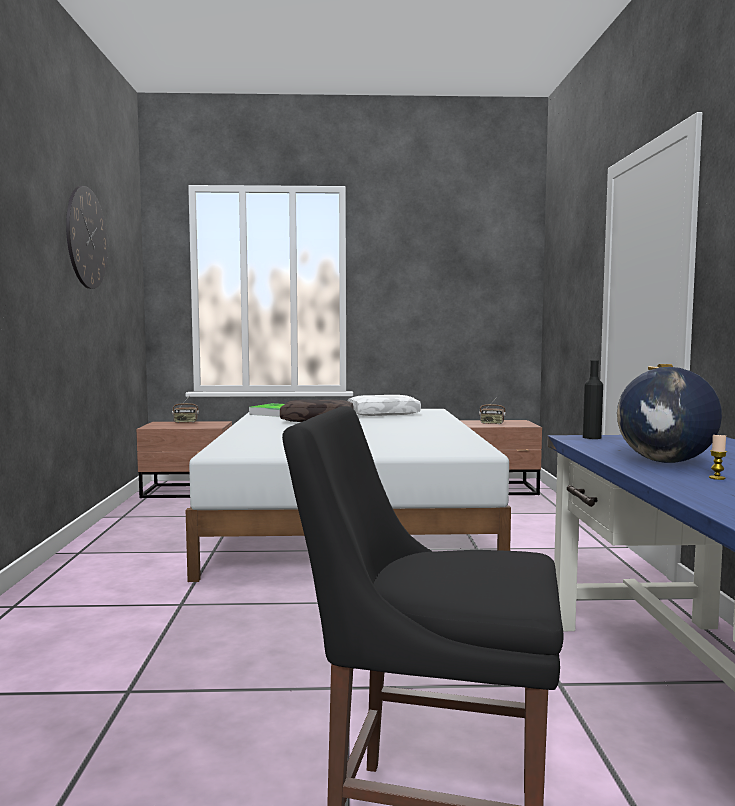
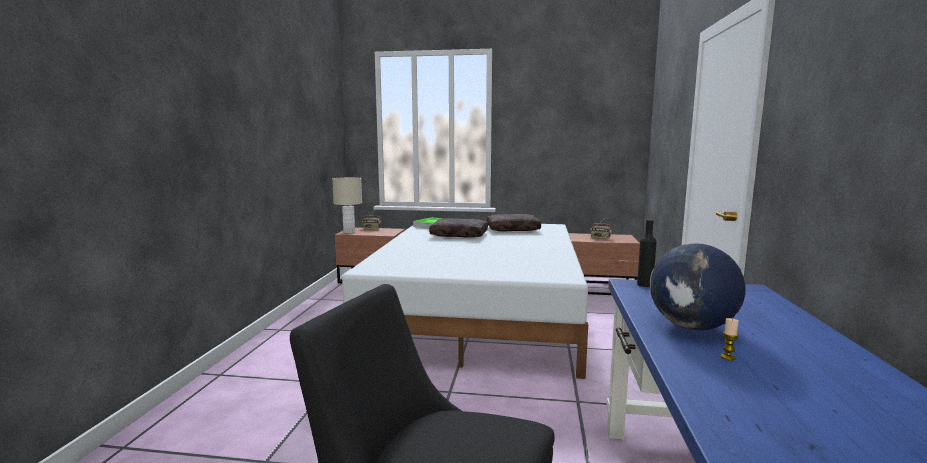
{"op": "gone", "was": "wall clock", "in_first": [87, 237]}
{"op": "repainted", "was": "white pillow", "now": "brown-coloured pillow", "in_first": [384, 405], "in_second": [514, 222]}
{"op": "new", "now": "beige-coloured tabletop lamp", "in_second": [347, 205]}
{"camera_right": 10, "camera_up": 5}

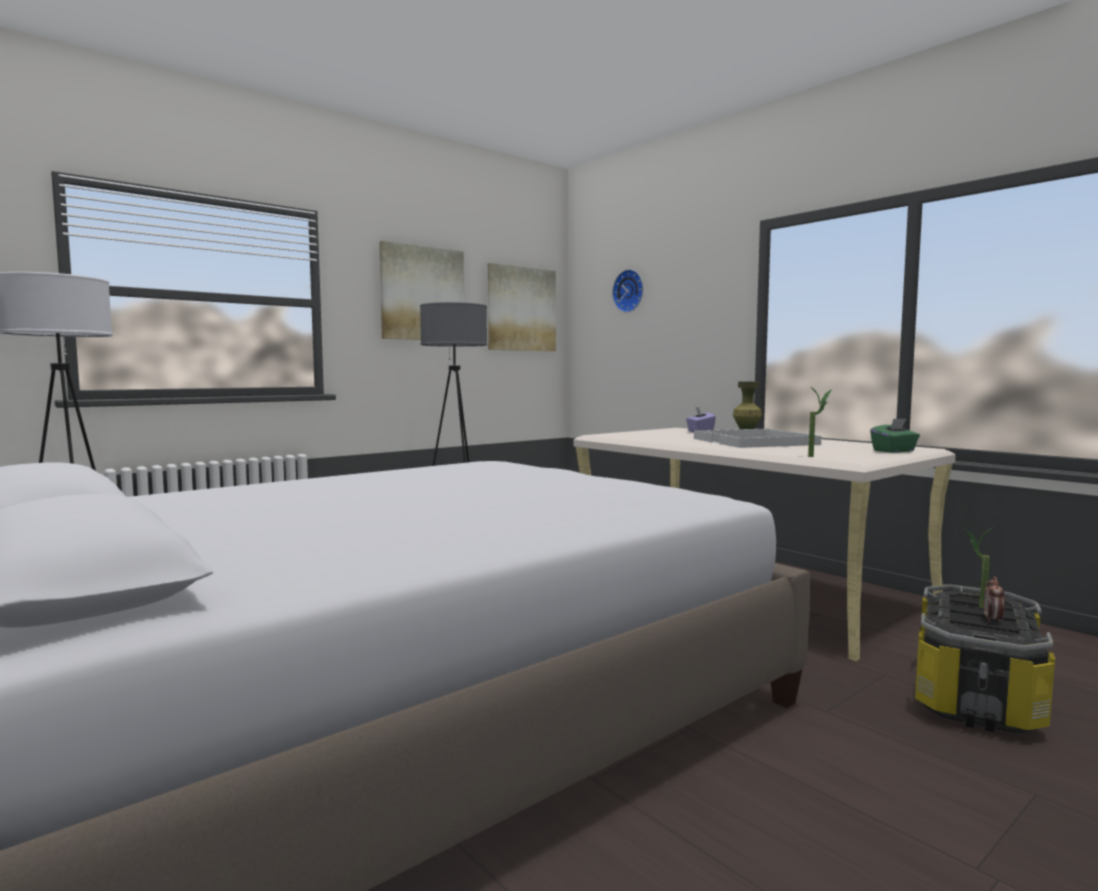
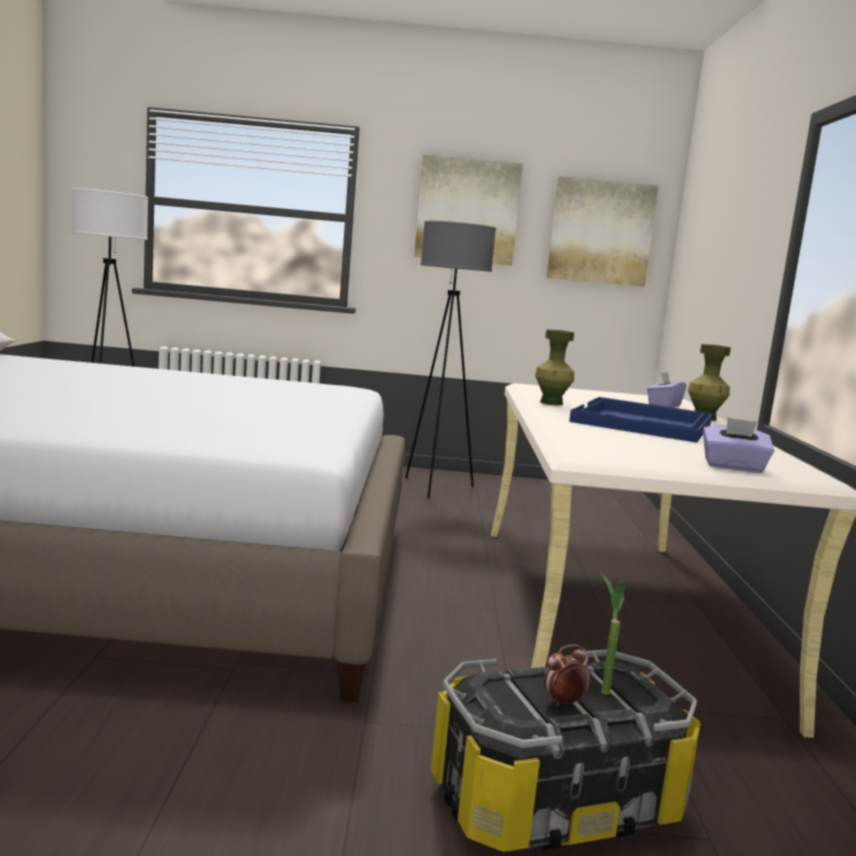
{"op": "gone", "was": "wall clock", "in_first": [627, 290]}
{"op": "gone", "was": "houseplant", "in_first": [820, 421]}
{"op": "repainted", "was": "green-coloured tissue holder", "now": "purplish tissue holder", "in_first": [895, 435], "in_second": [738, 445]}
{"op": "repainted", "was": "white serving tray", "now": "blue serving tray", "in_first": [757, 438], "in_second": [640, 420]}
{"op": "new", "now": "green-coloured vase", "in_second": [554, 367]}
{"camera_right": 40, "camera_up": 5}

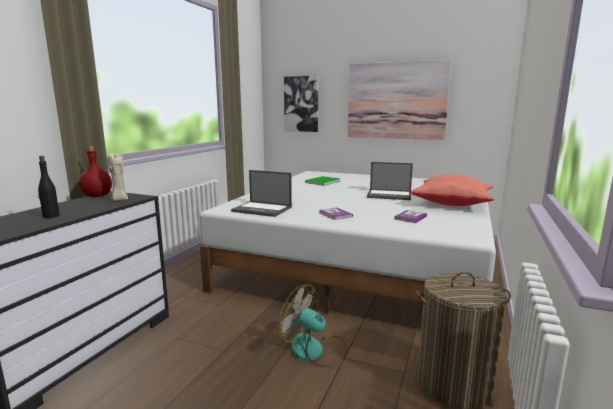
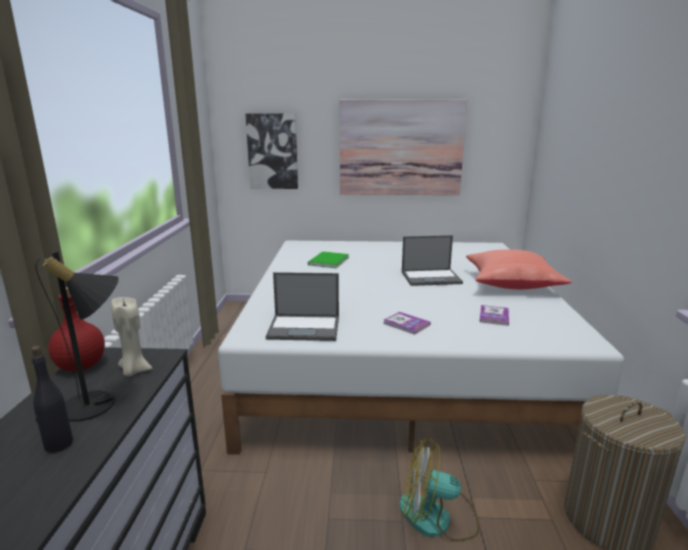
{"op": "new", "now": "black-coloured tabletop lamp", "in_second": [77, 336]}
{"camera_right": -20, "camera_up": 5}

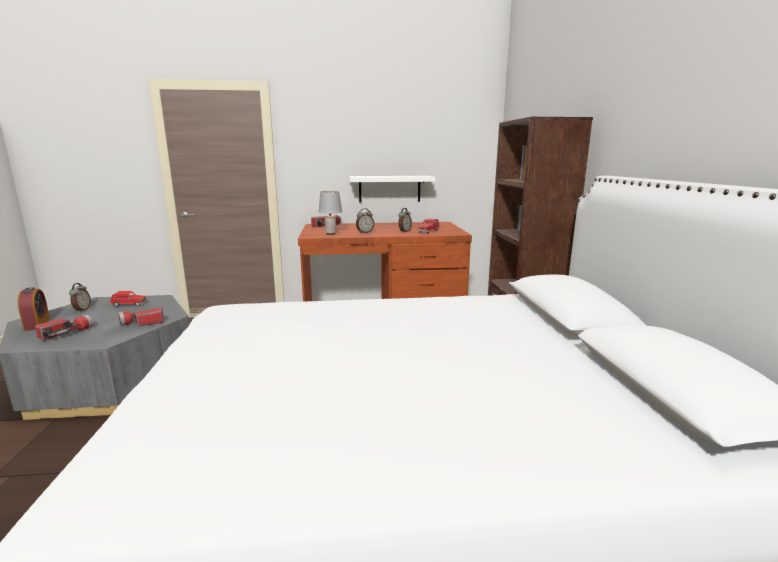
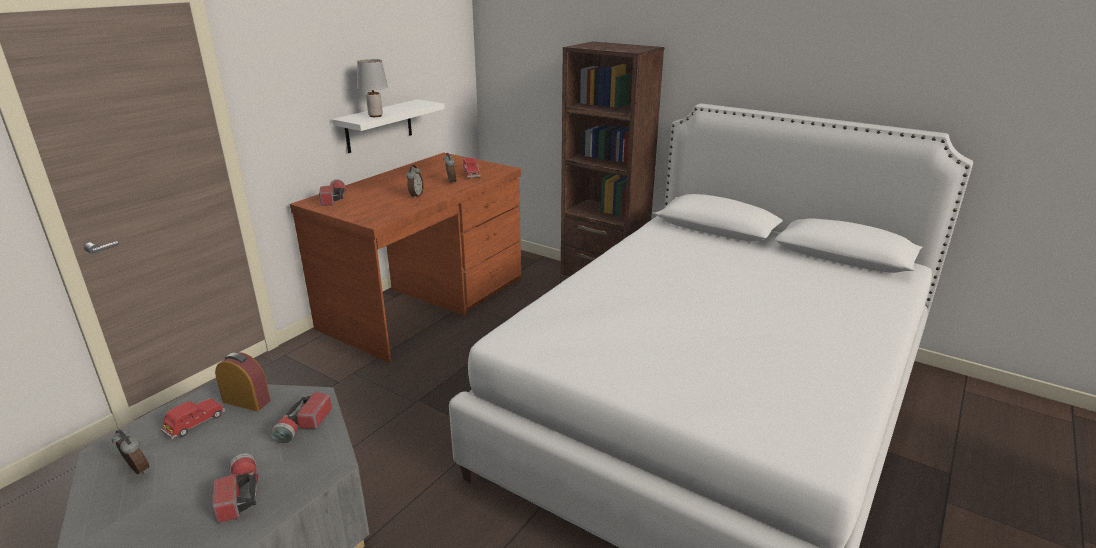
{"op": "shifted", "was": "greyish tabletop lamp", "in_first": [330, 213], "in_second": [372, 88]}
{"op": "shifted", "was": "bedside clock", "in_first": [34, 309], "in_second": [243, 381]}
{"camera_right": -50, "camera_up": 10}

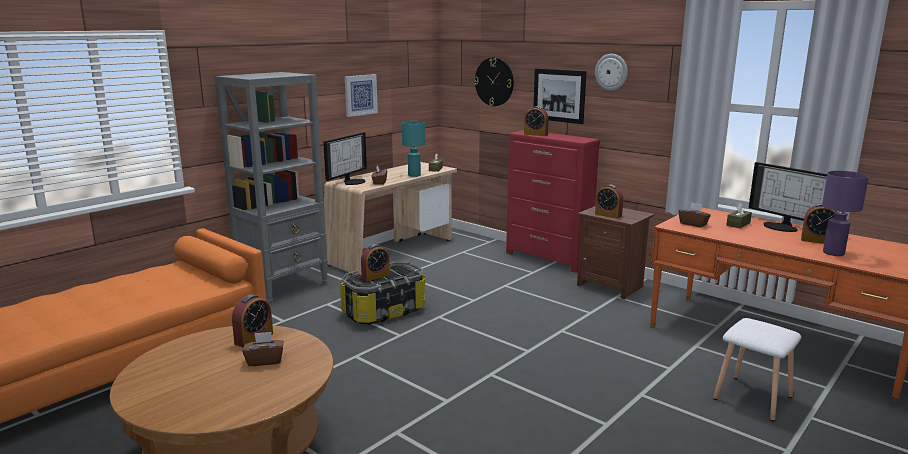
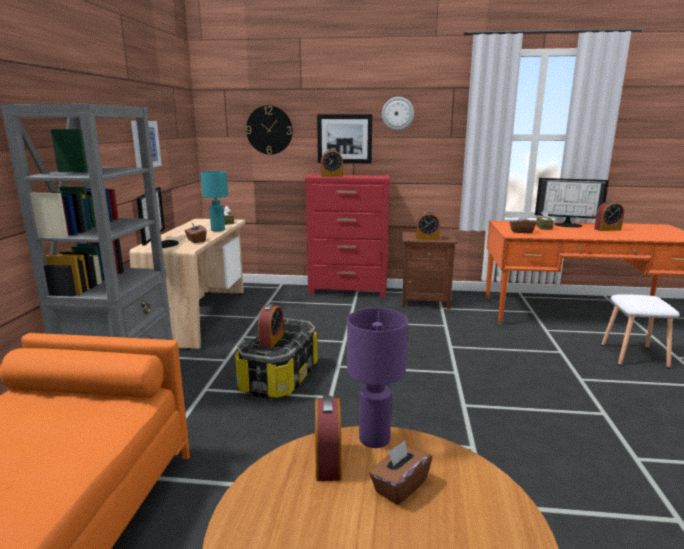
{"op": "shifted", "was": "purplish tabletop lamp", "in_first": [845, 213], "in_second": [377, 378]}
{"camera_right": -35, "camera_up": 0}

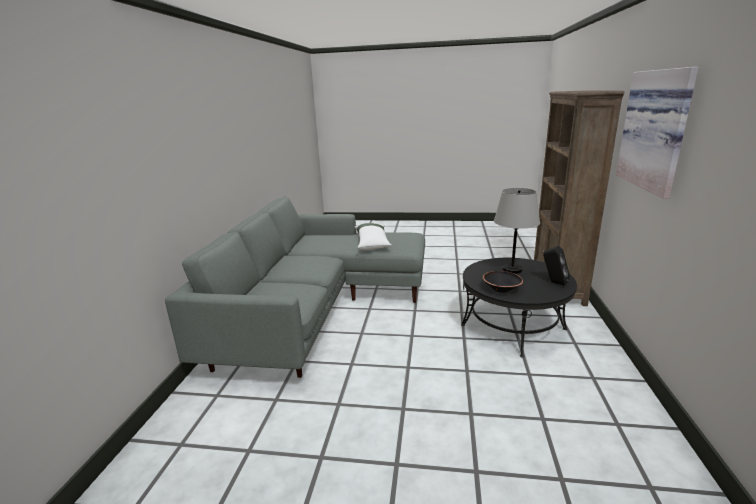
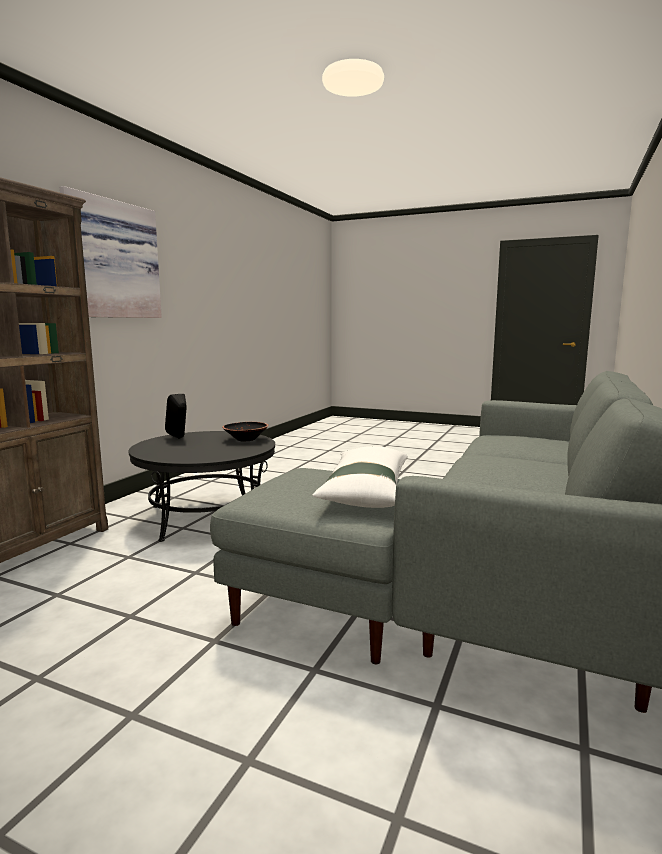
{"op": "gone", "was": "greyish tabletop lamp", "in_first": [517, 231]}
{"camera_right": -165, "camera_up": -10}

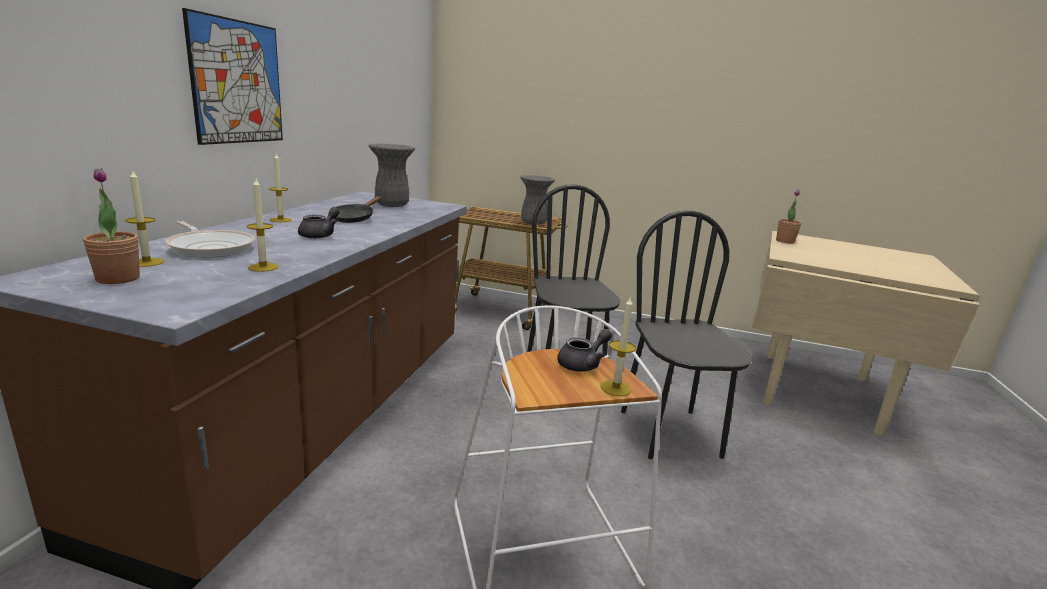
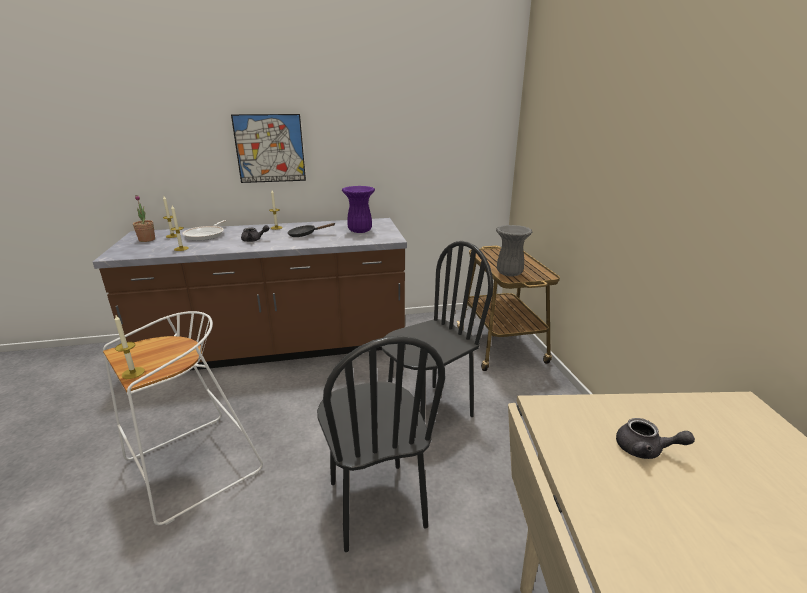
{"op": "repainted", "was": "greyish vase", "now": "purplish vase", "in_first": [392, 175], "in_second": [358, 209]}
{"op": "gone", "was": "houseplant", "in_first": [788, 216]}
{"op": "rotated", "was": "black-coloured plain chair", "in_first": [686, 334], "in_second": [381, 444], "clockwise": 105}
{"op": "shifted", "was": "greyish tea pot", "in_first": [584, 350], "in_second": [655, 438]}
{"camera_right": 65, "camera_up": 5}

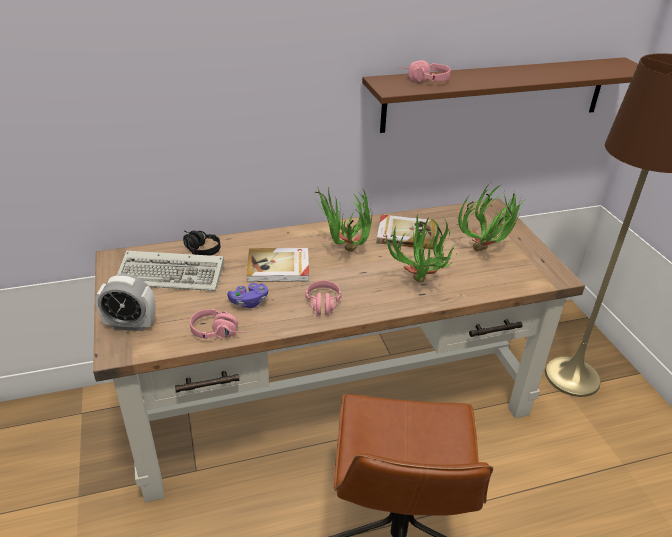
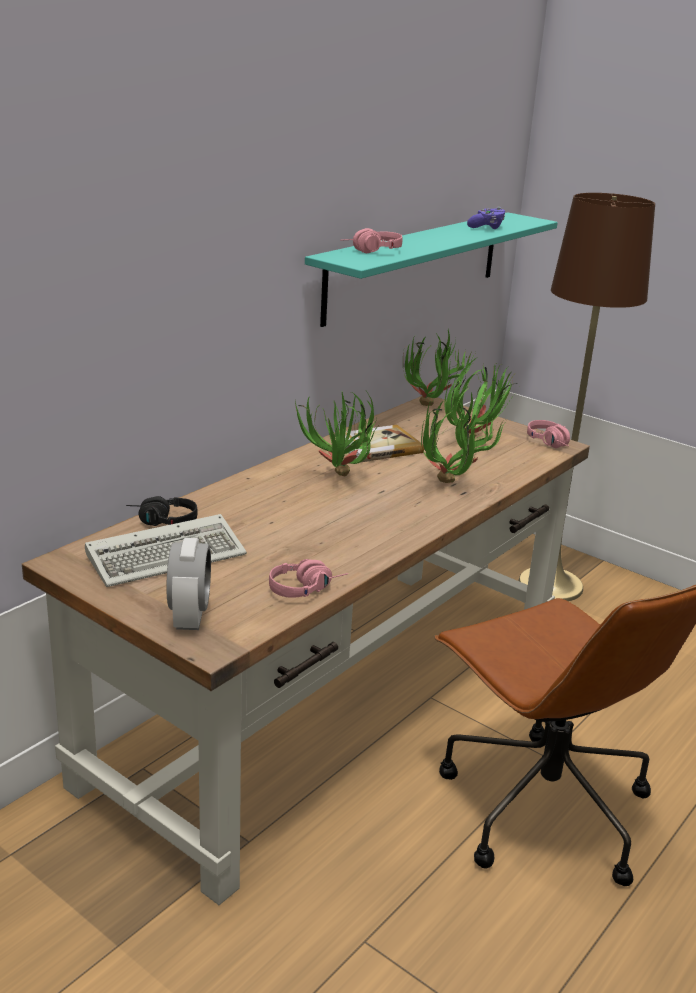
{"op": "repainted", "was": "brown-coloured wall shelf", "now": "blue-green wall shelf", "in_first": [500, 95], "in_second": [431, 269]}
{"op": "gone", "was": "book", "in_first": [278, 265]}
{"op": "rotated", "was": "bedside clock", "in_first": [125, 302], "in_second": [188, 584], "clockwise": -60}
{"op": "shifted", "was": "pink headphones", "in_first": [323, 299], "in_second": [548, 434]}
{"op": "shifted", "was": "purplish gamepad", "in_first": [247, 295], "in_second": [486, 218]}
{"op": "new", "now": "houseplant", "in_second": [439, 367]}
{"camera_right": -35, "camera_up": -10}

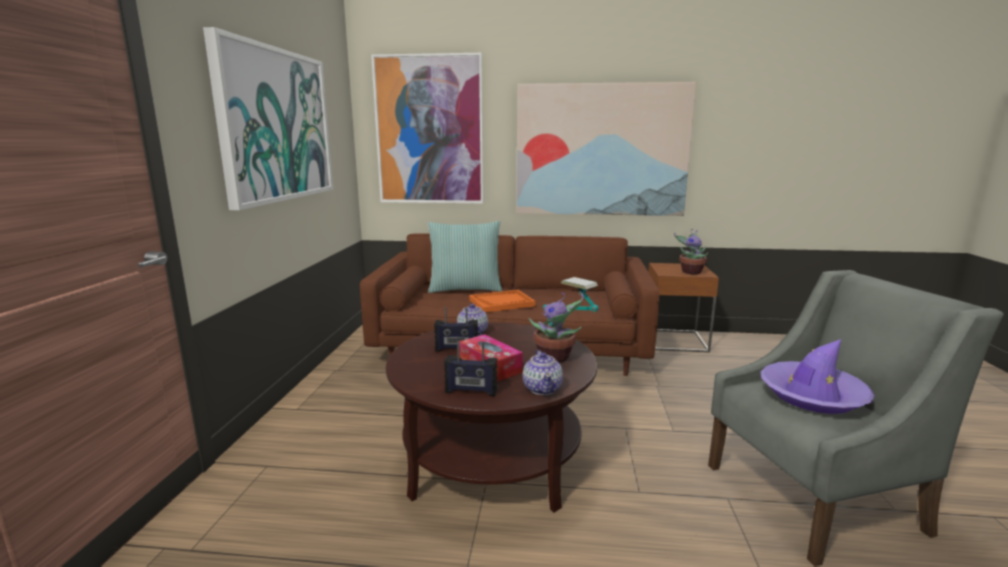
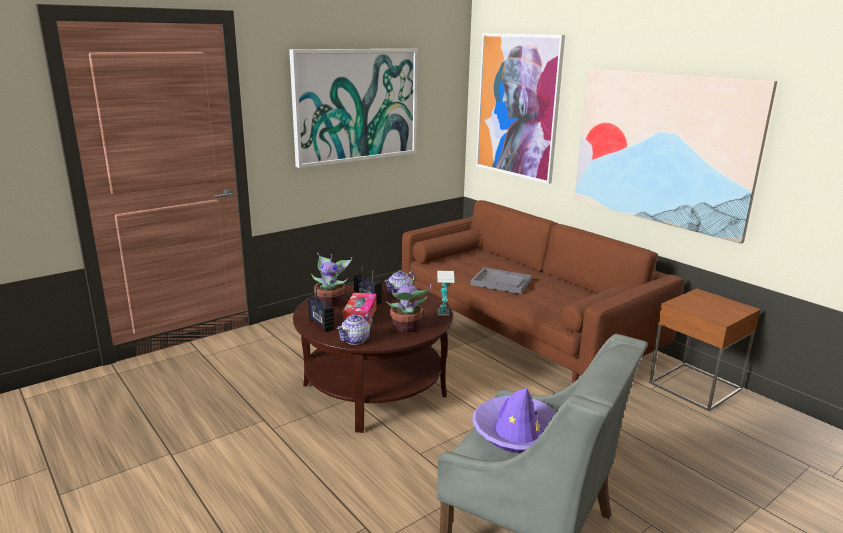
{"op": "gone", "was": "pillow", "in_first": [465, 257]}
{"op": "shifted", "was": "houseplant", "in_first": [691, 251], "in_second": [332, 280]}
{"op": "repainted", "was": "orange-coloured serving tray", "now": "greyish serving tray", "in_first": [502, 301], "in_second": [501, 280]}
{"camera_right": 45, "camera_up": 5}

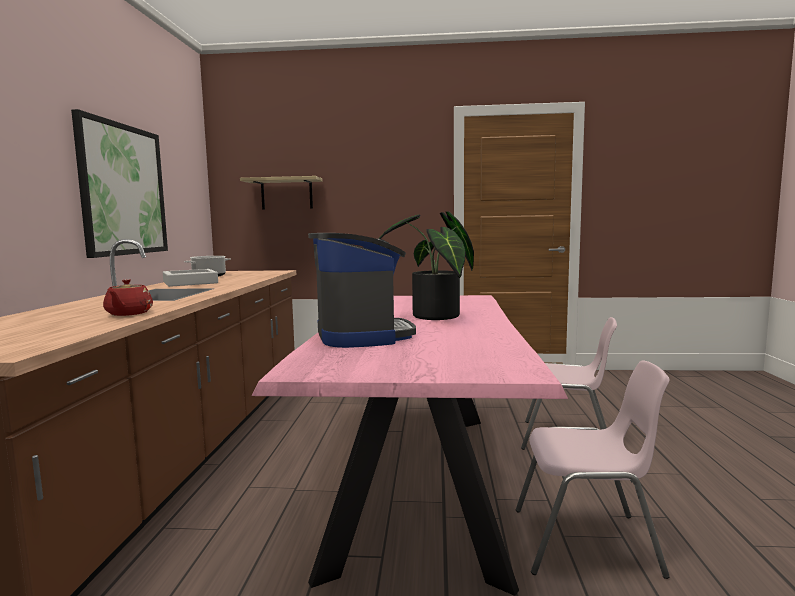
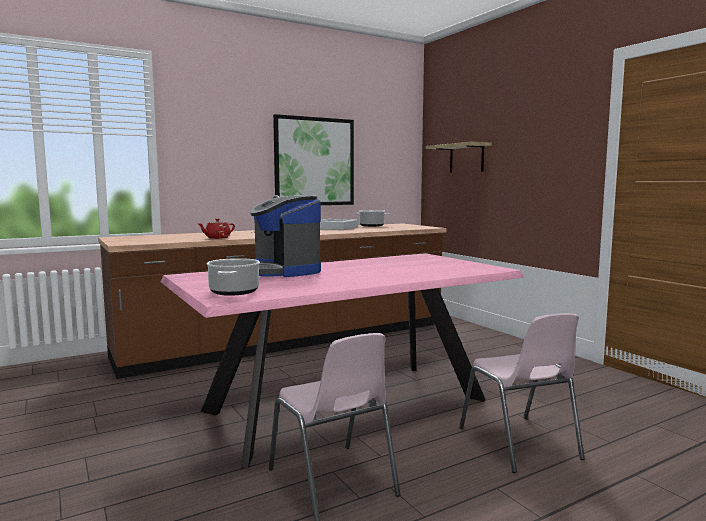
{"op": "gone", "was": "houseplant", "in_first": [426, 265]}
{"op": "rotated", "was": "coffee brewer", "in_first": [362, 290], "in_second": [285, 236], "clockwise": 105}
{"op": "new", "now": "stockpot", "in_second": [233, 277]}
{"camera_right": 55, "camera_up": 0}

